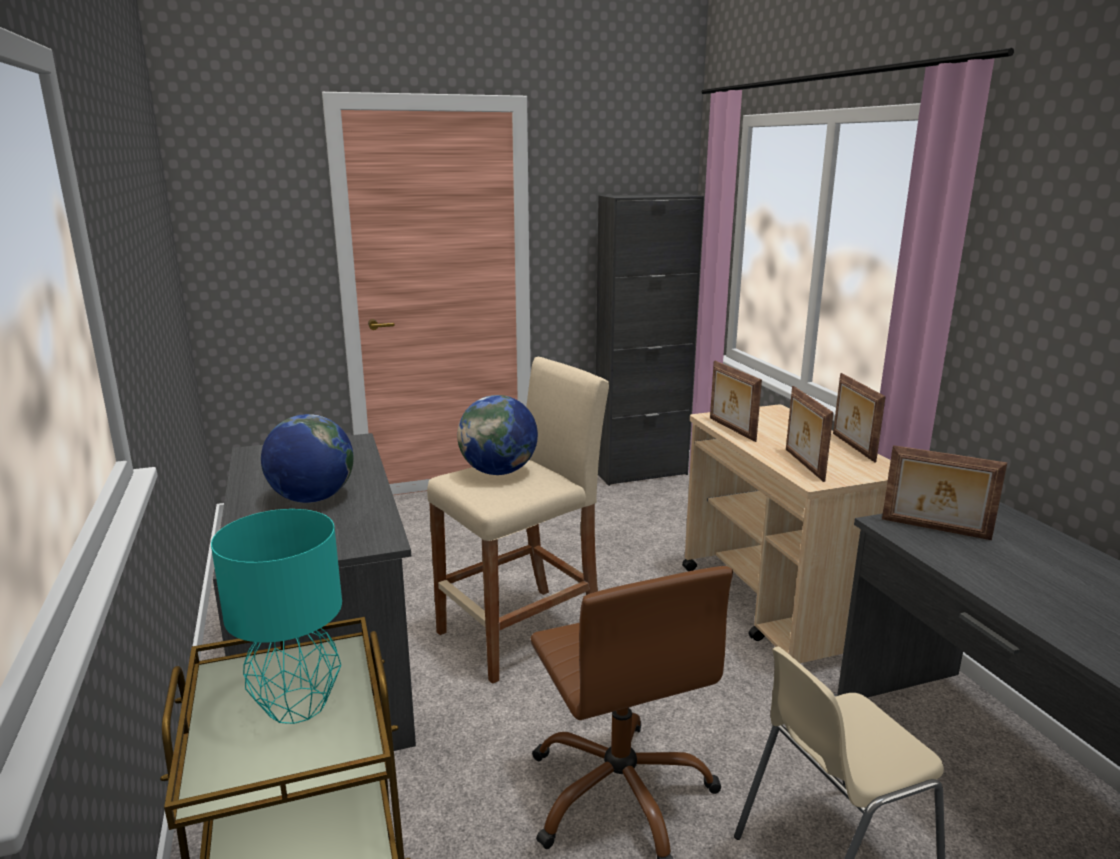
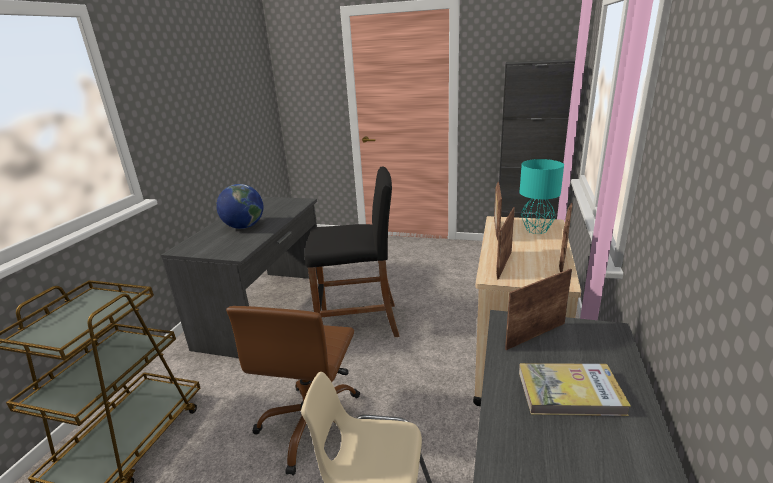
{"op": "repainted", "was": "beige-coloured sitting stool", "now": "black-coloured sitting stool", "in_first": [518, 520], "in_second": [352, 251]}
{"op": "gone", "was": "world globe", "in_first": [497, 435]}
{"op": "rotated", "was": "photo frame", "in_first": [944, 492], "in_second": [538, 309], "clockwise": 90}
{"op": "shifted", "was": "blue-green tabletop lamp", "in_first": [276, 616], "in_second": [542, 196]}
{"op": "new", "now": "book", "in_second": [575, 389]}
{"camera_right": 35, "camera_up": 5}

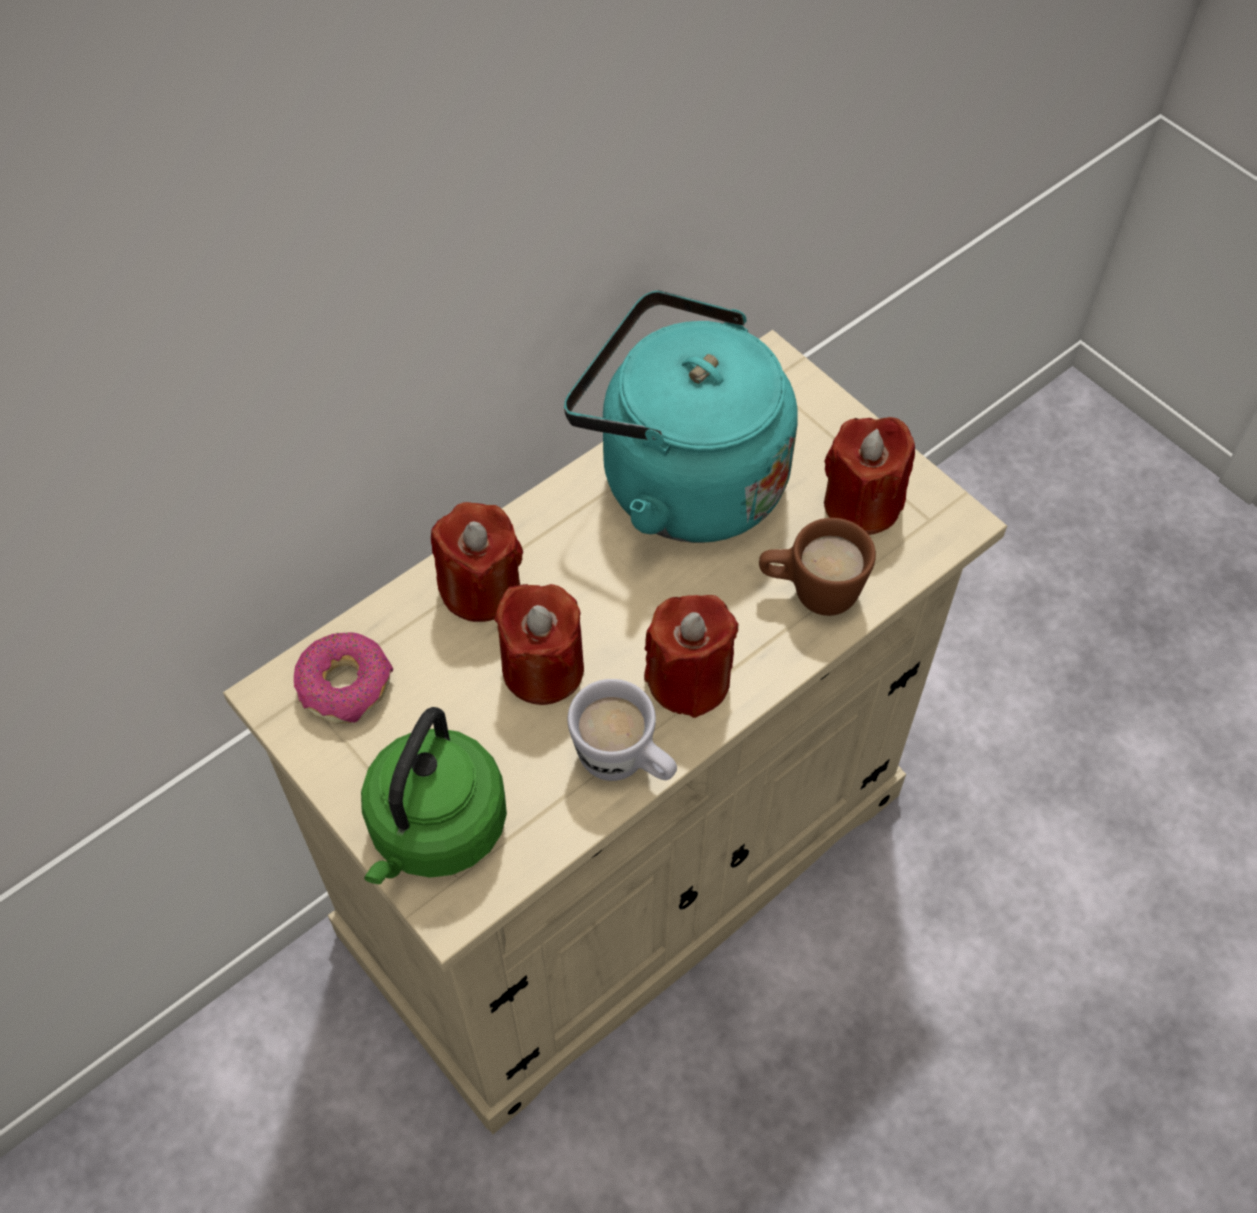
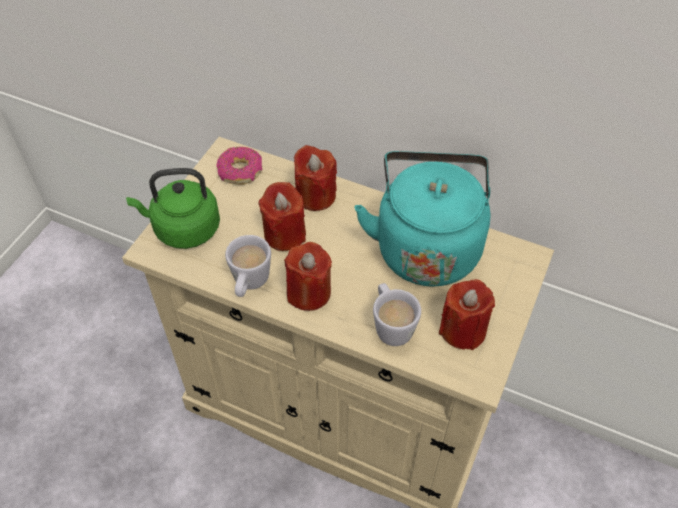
{"op": "repainted", "was": "brown-coloured mug", "now": "white mug", "in_first": [817, 567], "in_second": [397, 314]}
{"camera_right": 65, "camera_up": -5}

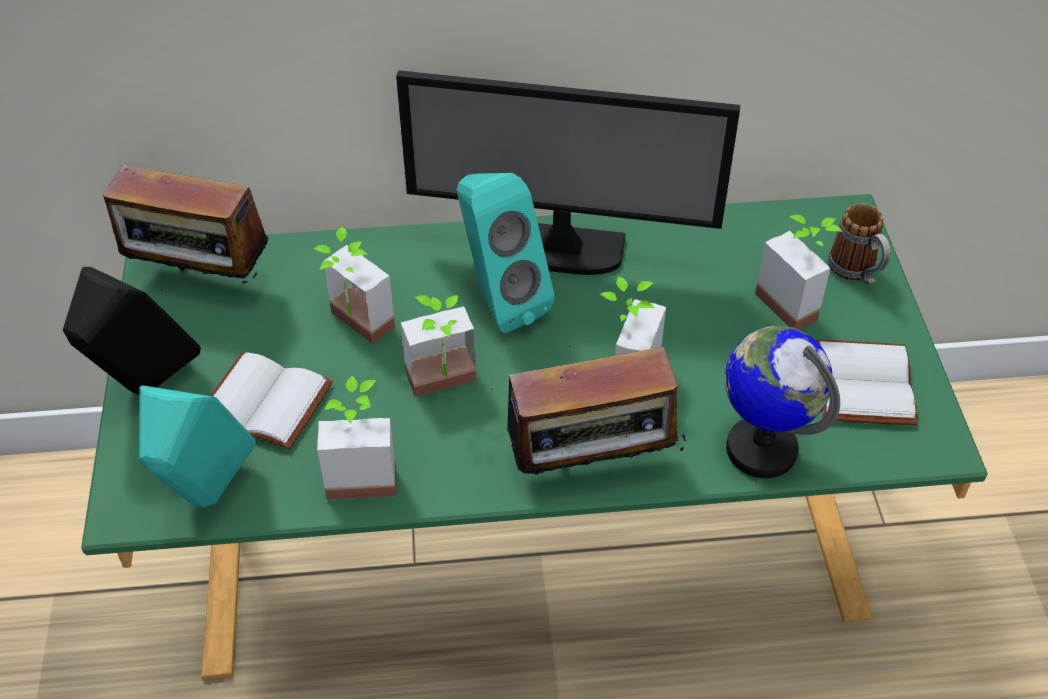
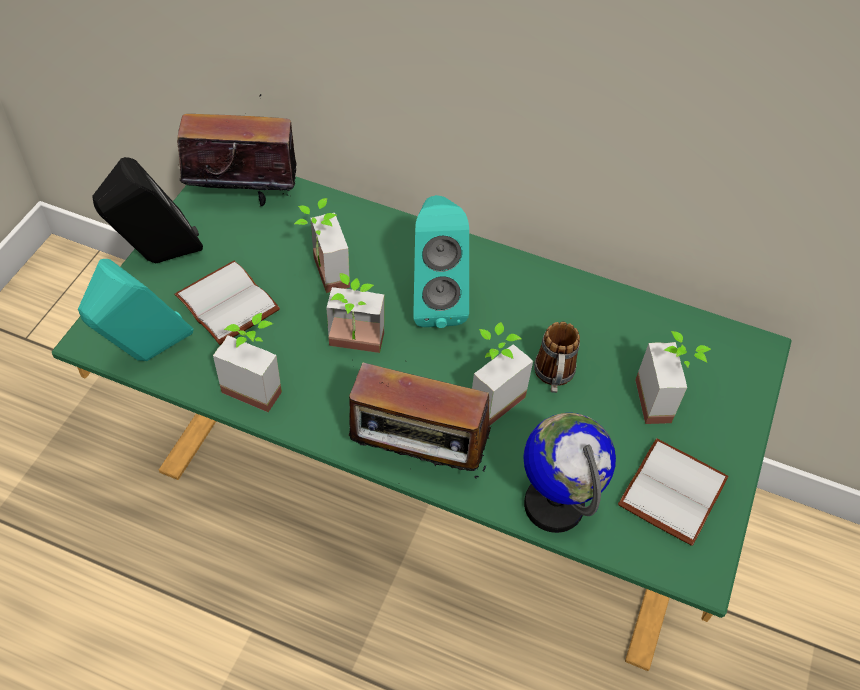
{"op": "gone", "was": "computer display", "in_first": [568, 172]}
{"op": "rotated", "was": "radio set", "in_first": [185, 224], "in_second": [237, 150], "clockwise": 135}
{"op": "shifted", "was": "mug", "in_first": [859, 244], "in_second": [557, 357]}
{"camera_right": 25, "camera_up": 5}

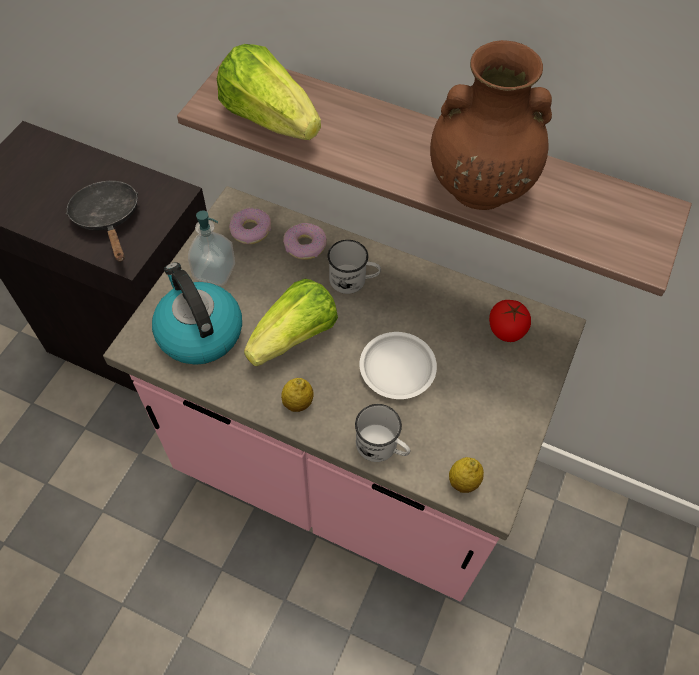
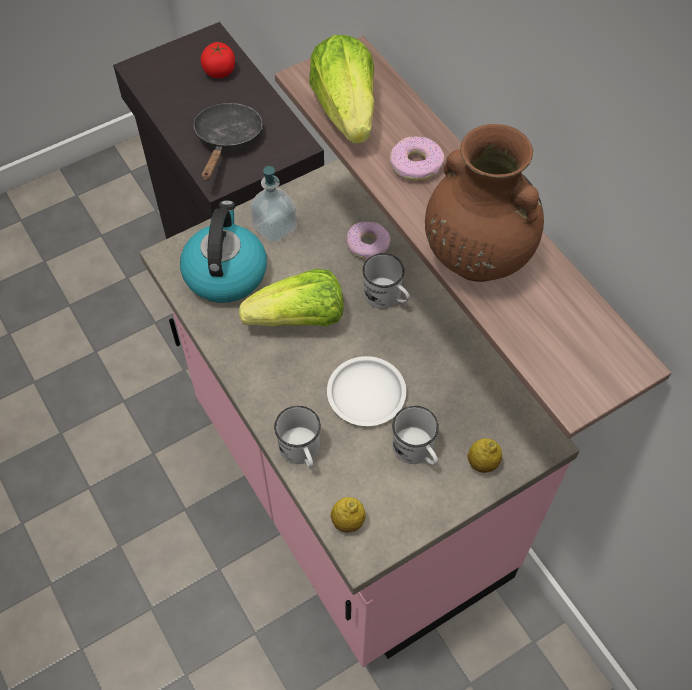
{"op": "shifted", "was": "ring doughnut", "in_first": [250, 225], "in_second": [417, 159]}
{"op": "shifted", "was": "fresh tomato", "in_first": [510, 321], "in_second": [217, 60]}
{"op": "shifted", "was": "lemon", "in_first": [297, 395], "in_second": [485, 455]}
{"op": "new", "now": "white mug", "in_second": [415, 436]}
{"camera_right": 35, "camera_up": 0}

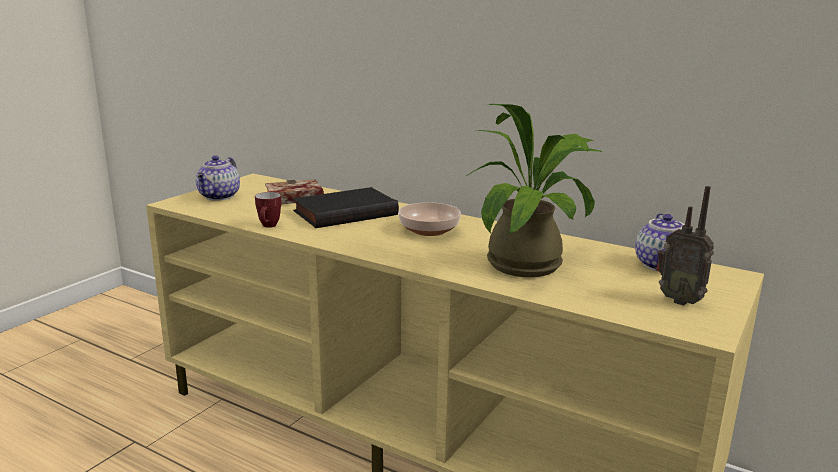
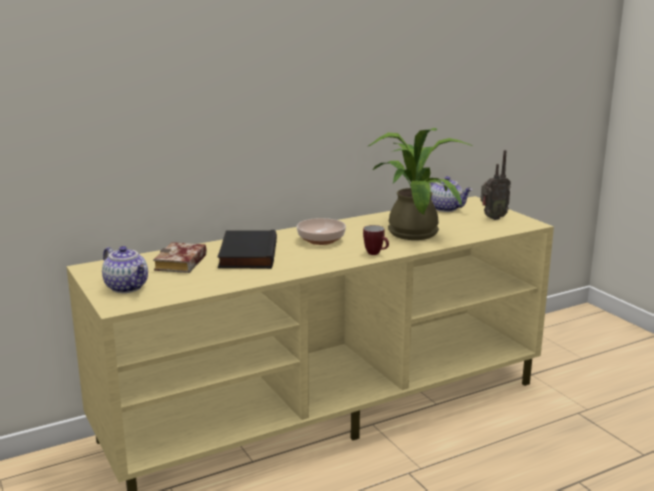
{"op": "shifted", "was": "mug", "in_first": [268, 210], "in_second": [376, 240]}
{"camera_right": -60, "camera_up": 0}

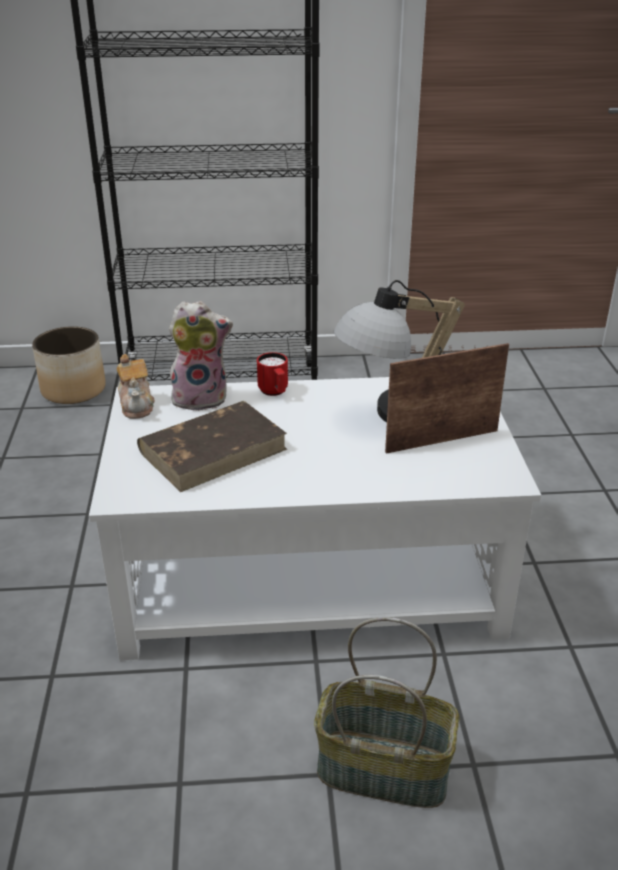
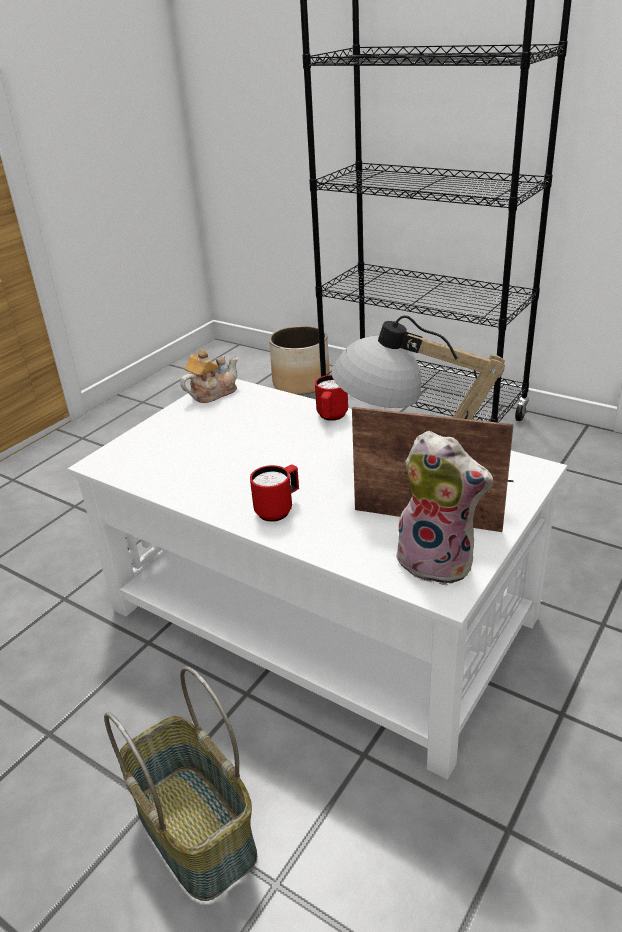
{"op": "shifted", "was": "plush toy", "in_first": [201, 356], "in_second": [443, 508]}
{"op": "rotated", "was": "tea pot", "in_first": [136, 386], "in_second": [209, 376], "clockwise": -150}
{"op": "gone", "was": "brown-coloured book", "in_first": [212, 446]}
{"op": "new", "now": "red-coloured mug", "in_second": [274, 493]}
{"camera_right": 40, "camera_up": 0}

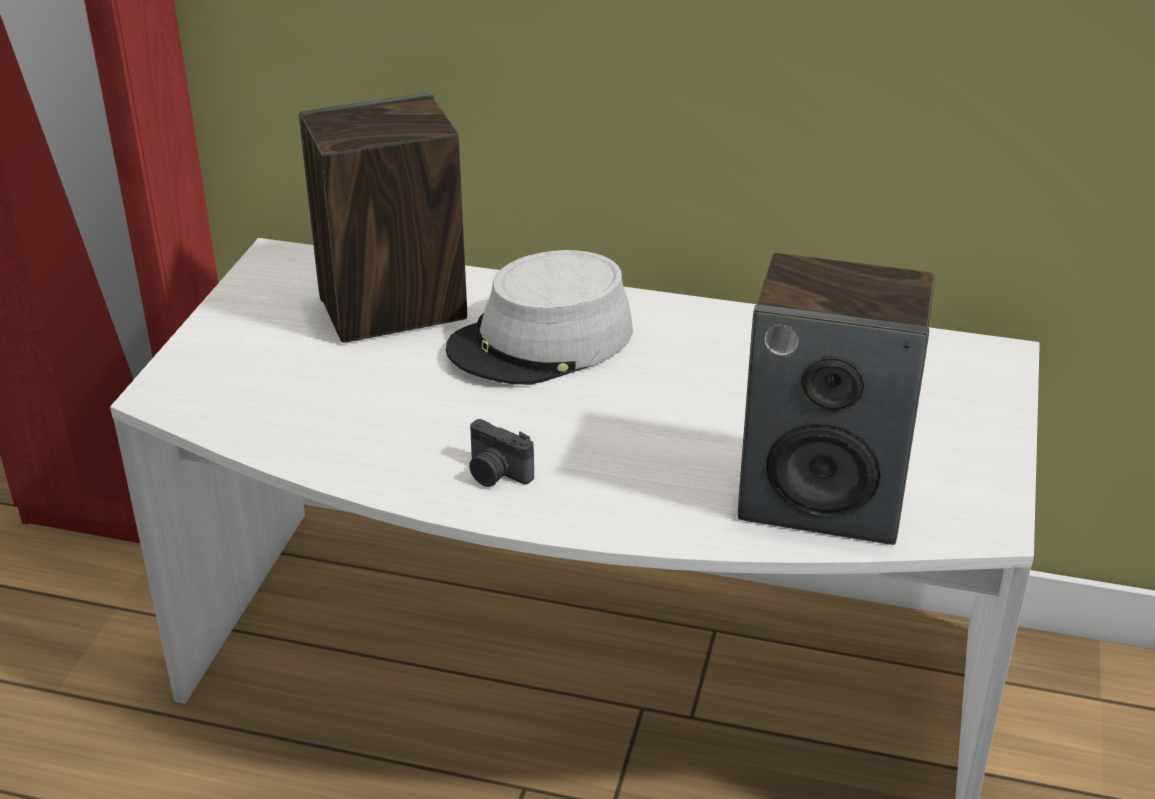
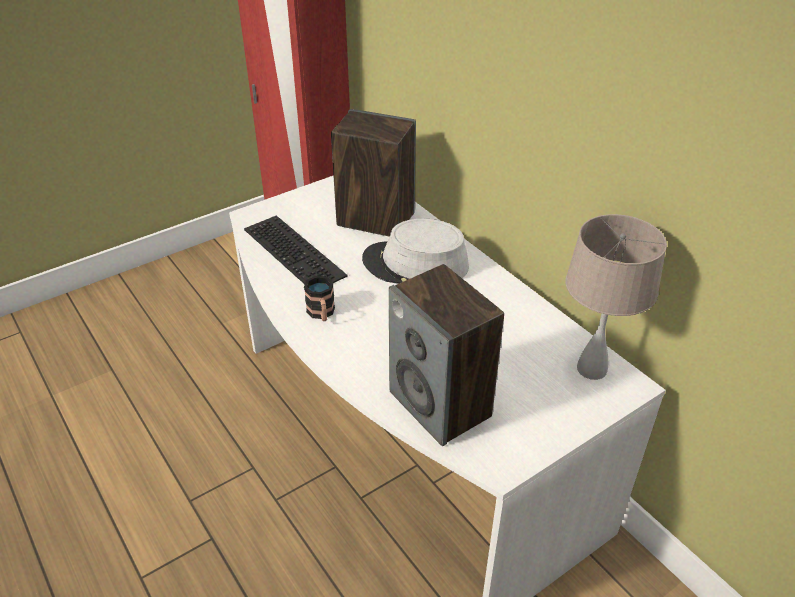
{"op": "swapped", "was": "still camera", "now": "mug", "in_first": [501, 453], "in_second": [319, 298]}
{"op": "new", "now": "beige-coloured tabletop lamp", "in_second": [616, 297]}
{"op": "new", "now": "computer keyboard", "in_second": [296, 249]}
{"camera_right": 40, "camera_up": 5}

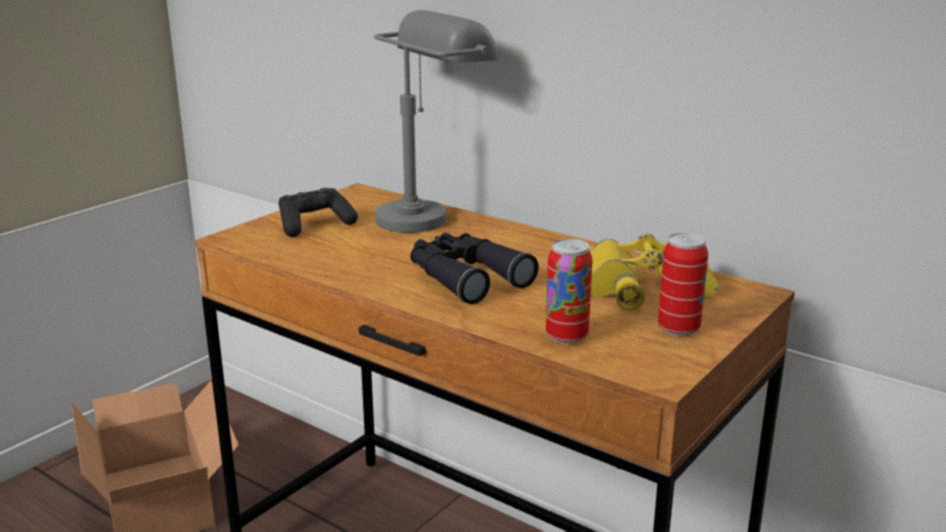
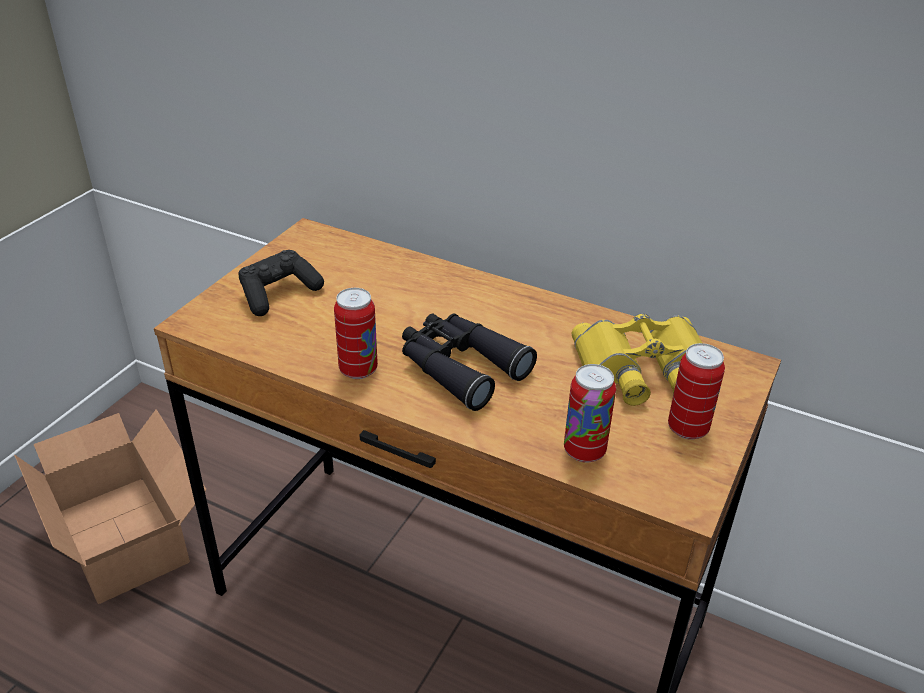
{"op": "gone", "was": "greyish tabletop lamp", "in_first": [436, 121]}
{"op": "new", "now": "sealed can", "in_second": [356, 333]}
{"camera_right": -10, "camera_up": 15}

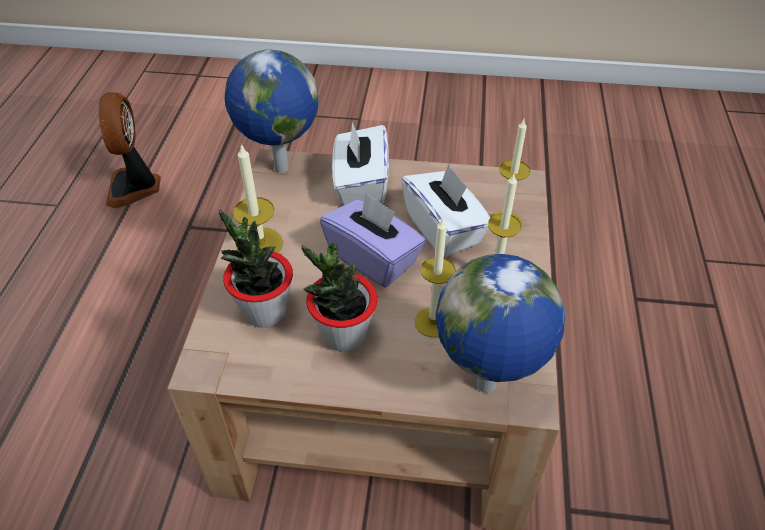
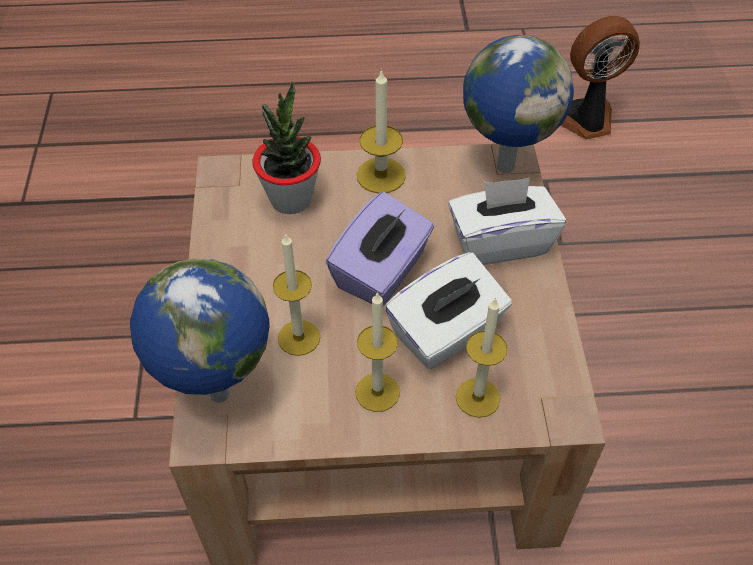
{"op": "gone", "was": "houseplant", "in_first": [339, 297]}
{"camera_right": 80, "camera_up": 5}

